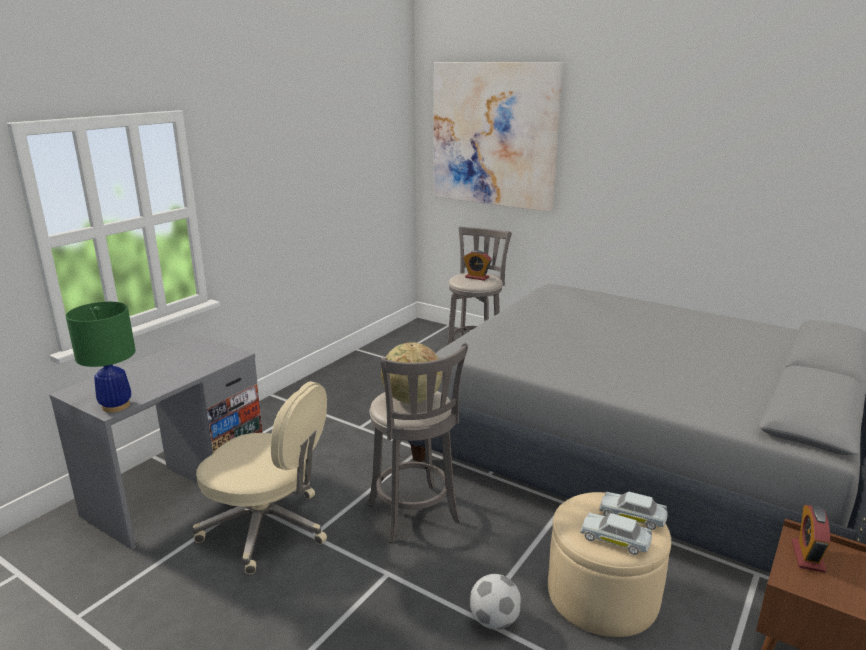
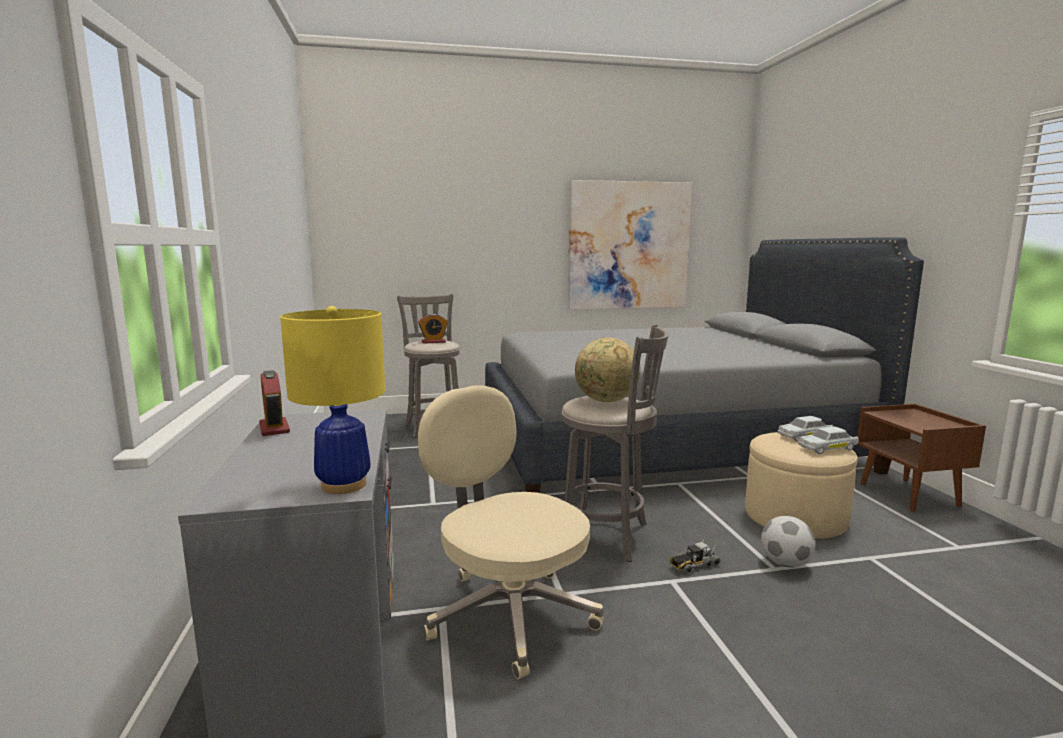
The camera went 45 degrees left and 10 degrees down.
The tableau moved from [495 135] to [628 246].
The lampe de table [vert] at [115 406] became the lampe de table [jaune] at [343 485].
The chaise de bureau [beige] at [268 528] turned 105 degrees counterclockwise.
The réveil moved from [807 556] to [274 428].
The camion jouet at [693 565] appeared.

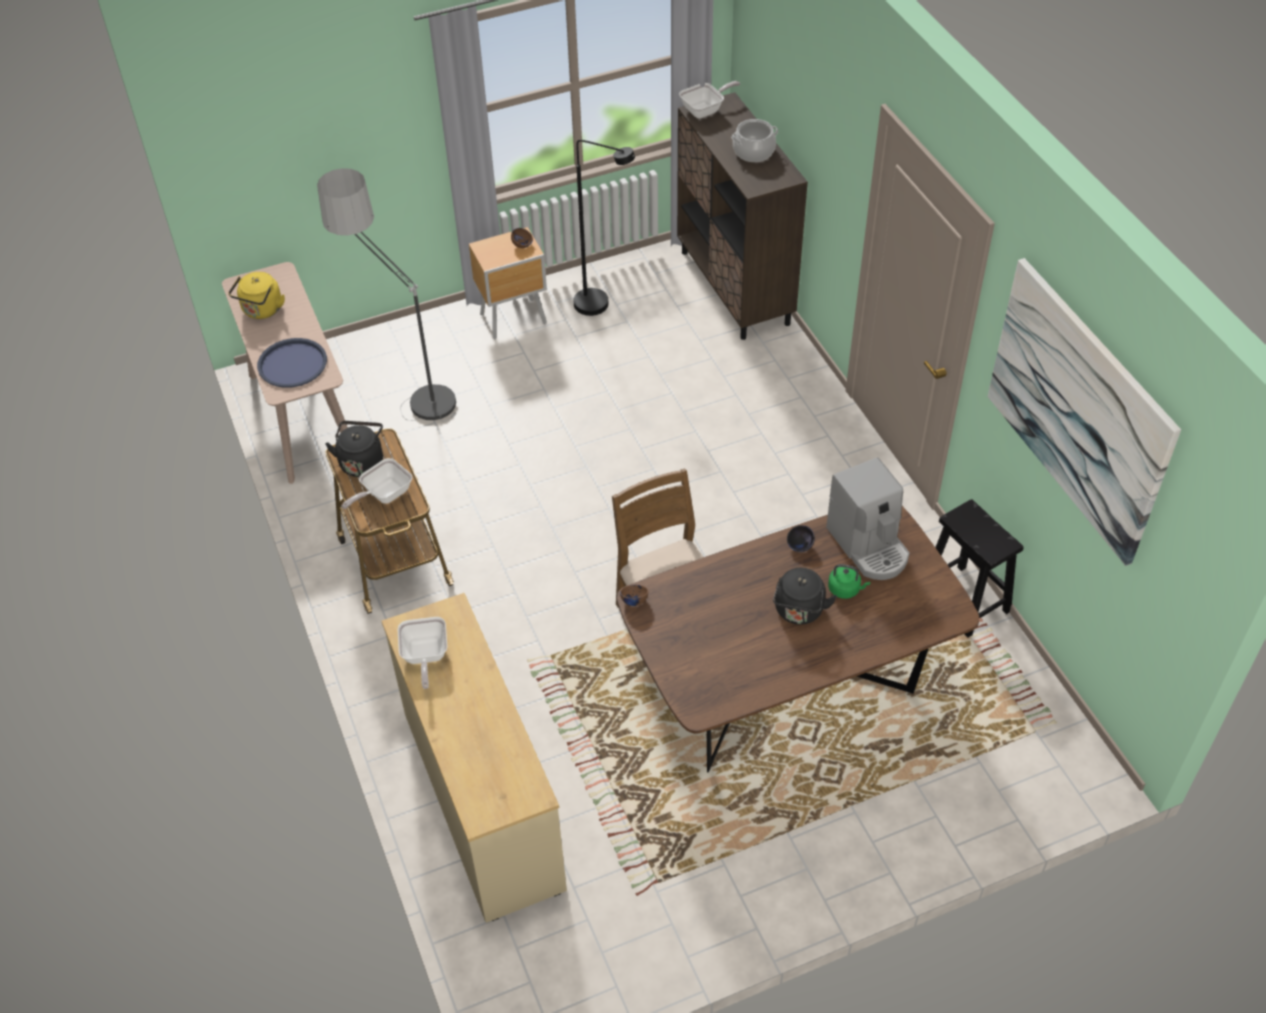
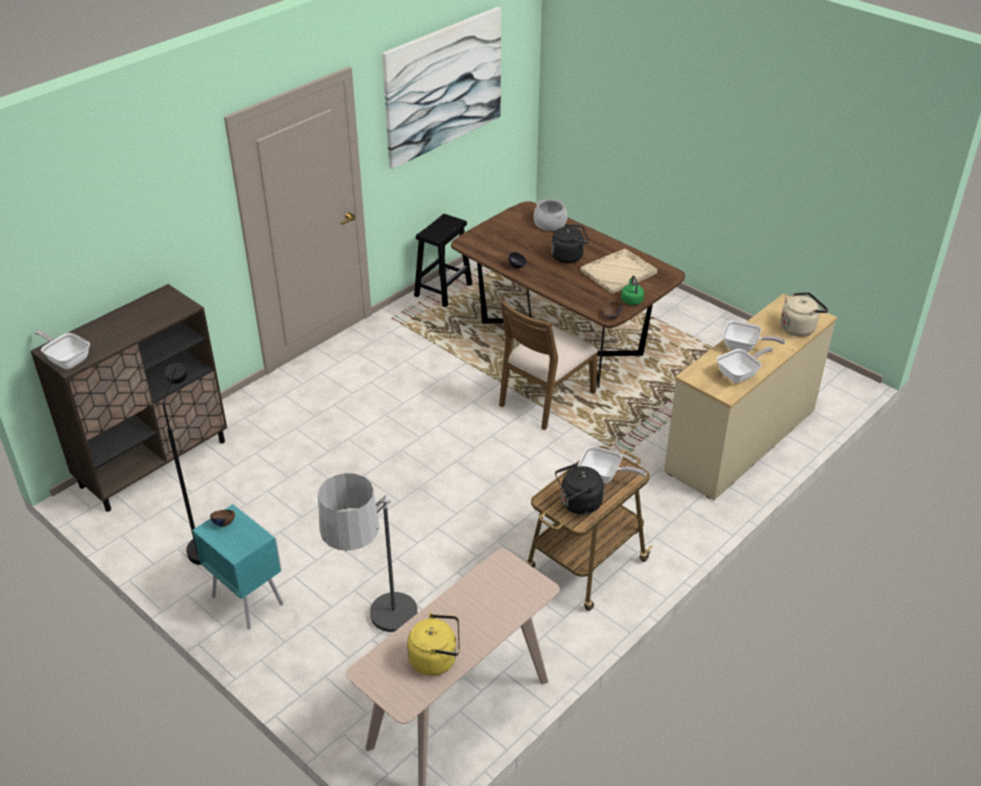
The camera went 115 degrees left and 10 degrees down.
The marmite moved from [753 151] to [549 224].
The table de chevet [marron] at [515 319] became the table de chevet [turquoise] at [247 599].
The plateau [bleu] at [292 364] disappeared.
The machine à café at [869 546] disappeared.
The bouilloire [vert] moved from [845 589] to [631 300].
The plateau [beige] at [619 272] appeared.
The bouilloire [beige] at [799 327] appeared.
The poêle at [744 347] appeared.

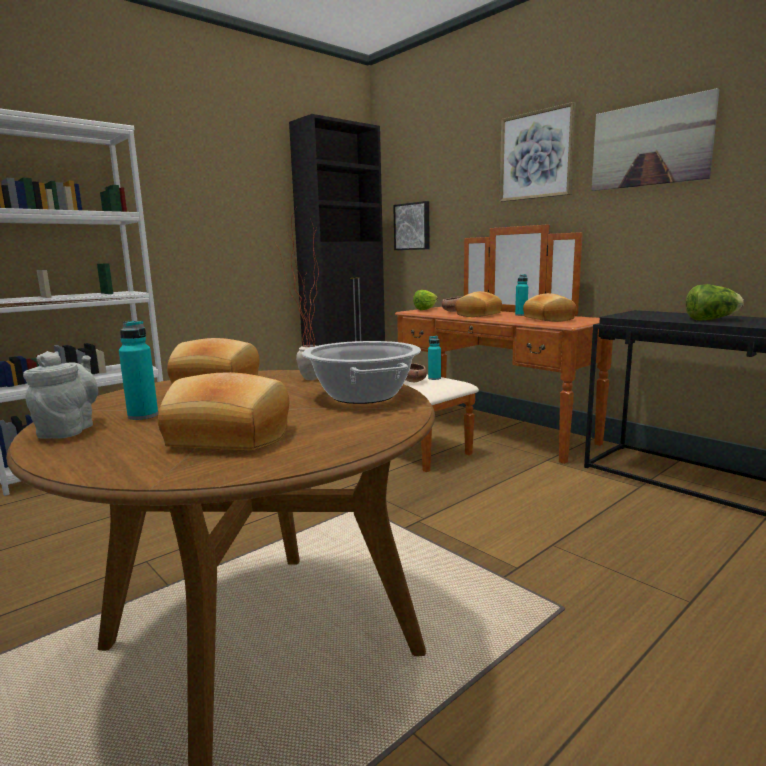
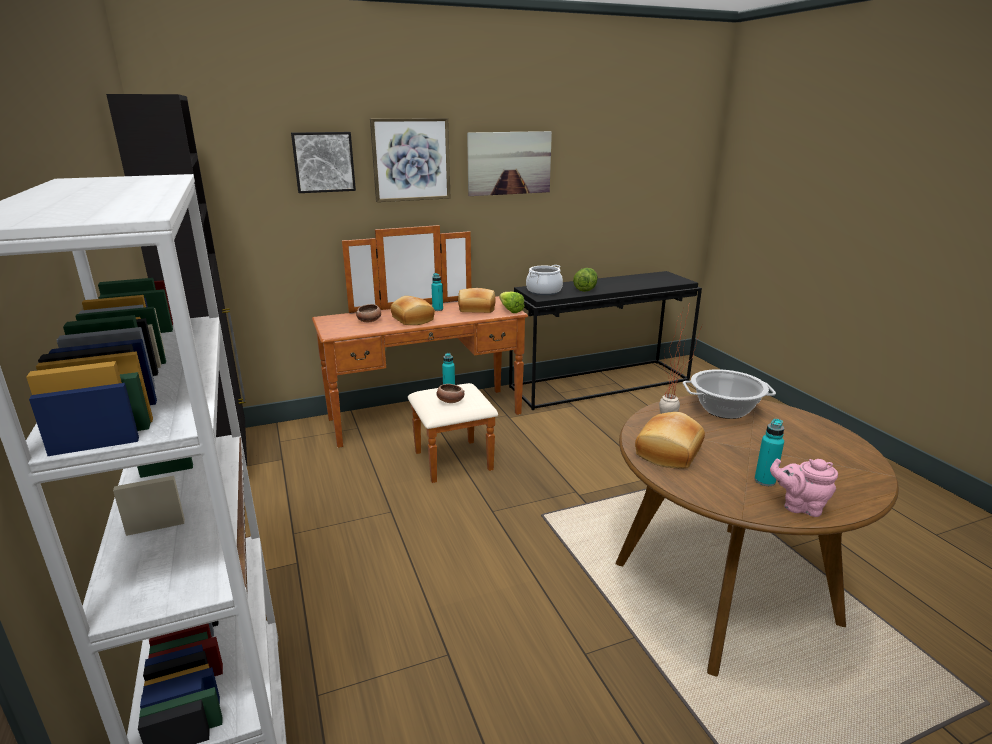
The camera went 70 degrees left and 10 degrees up.
The tableau moved from [413 226] to [323 162].
The laitue moved from [428 309] to [509 310].
The théière [gris] at [69 430] became the théière [rose] at [799 506].
The pain at [228 438] disappeared.
The marmite at [544 291] appeared.

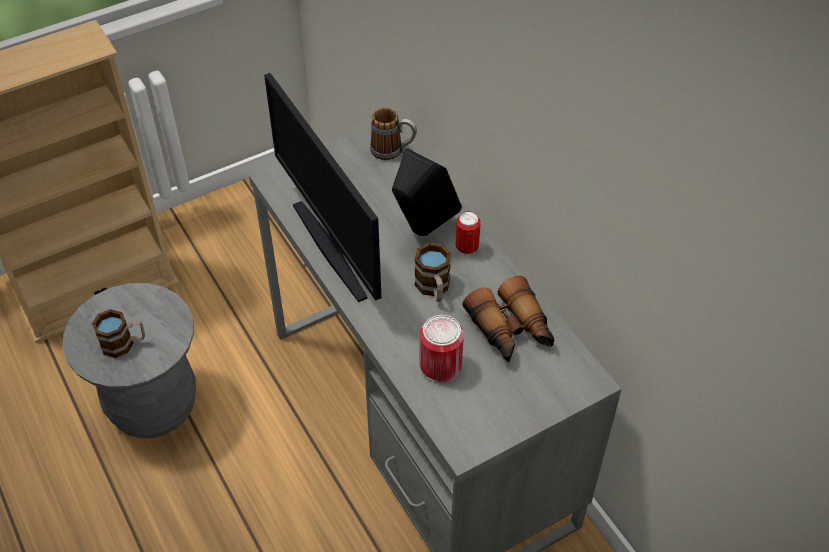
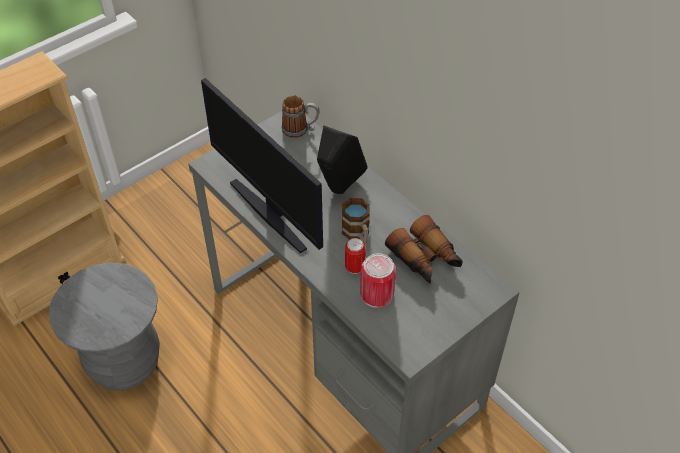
The camera went 10 degrees left and 0 degrees up.
The boîte métallique moved from [467 248] to [354 267].
The mug at [124 344] disappeared.

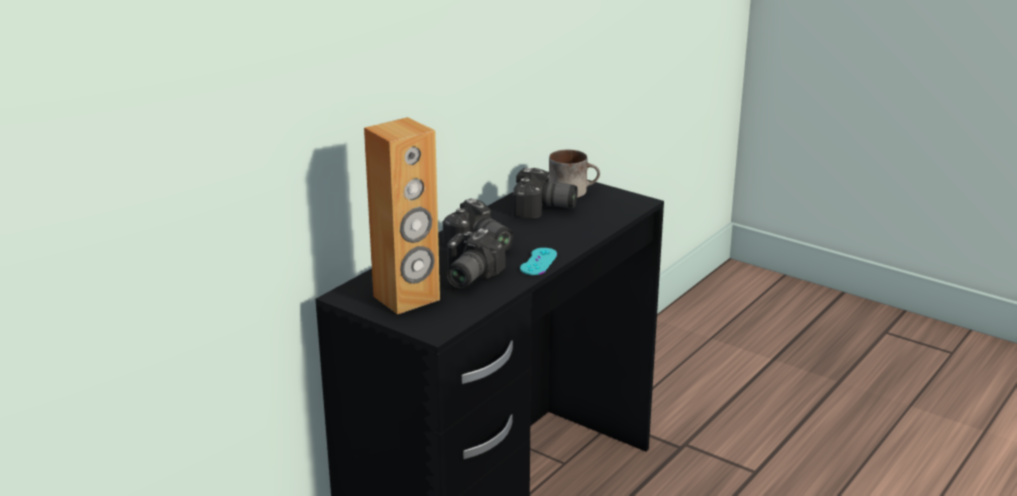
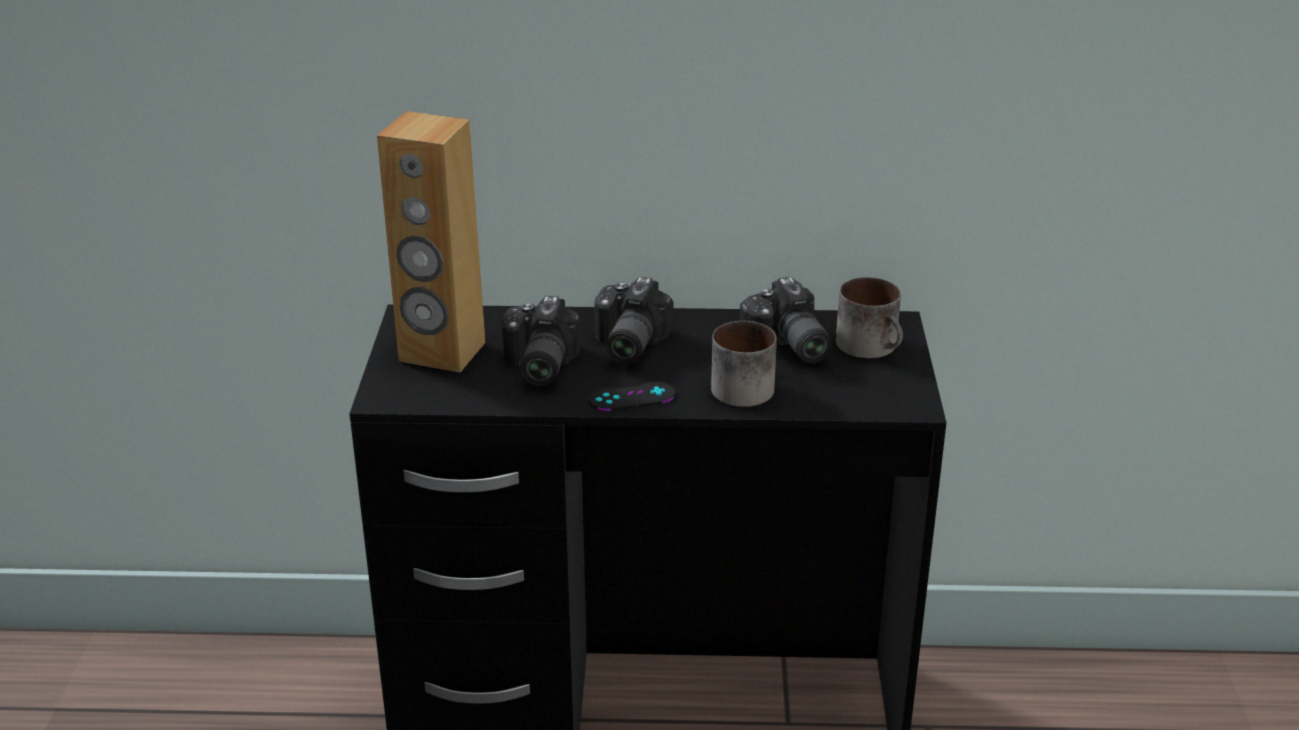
The camera went 55 degrees right and 5 degrees up.
The appareil photo at [466 276] turned 75 degrees counterclockwise.
The manette [turquoise] at [538 262] became the manette [noir] at [632 397].
The mug at [742 385] appeared.

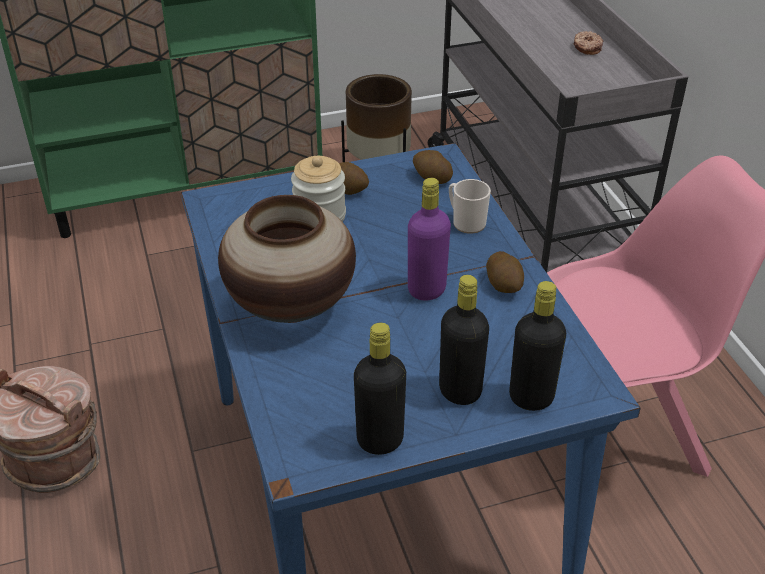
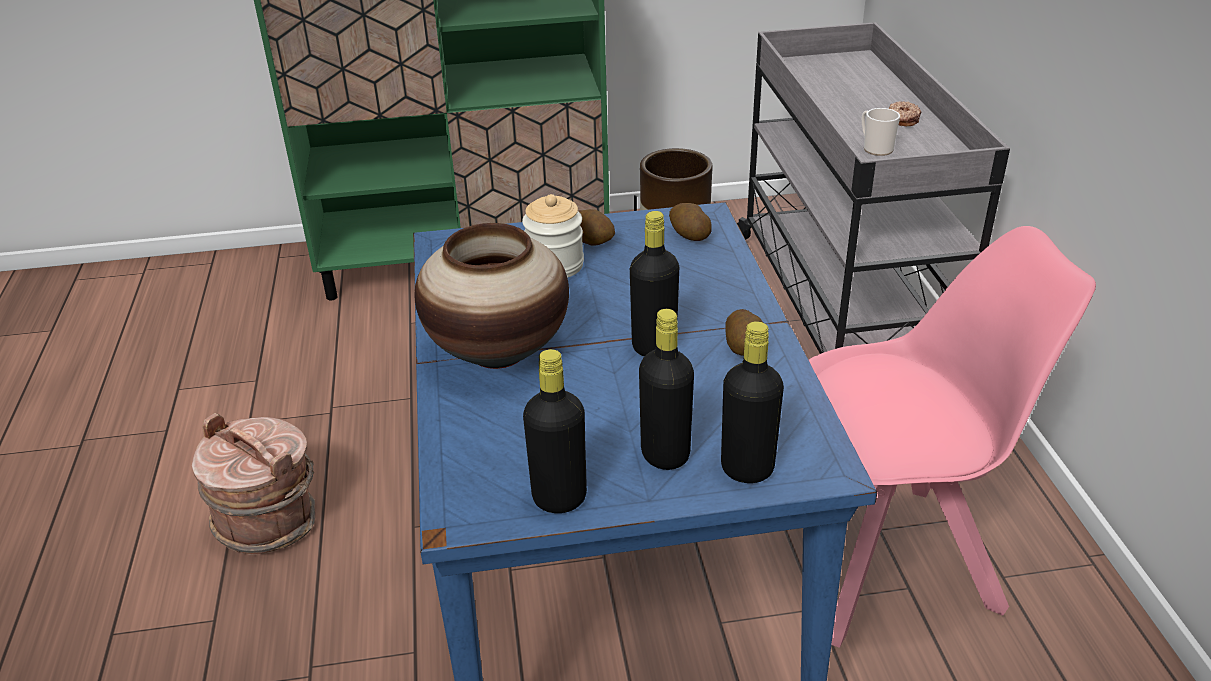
The camera went 10 degrees right and 5 degrees down.
The bouteille [violet] at [426 290] became the bouteille [noir] at [654 346].
The mug moved from [466 222] to [875 148].

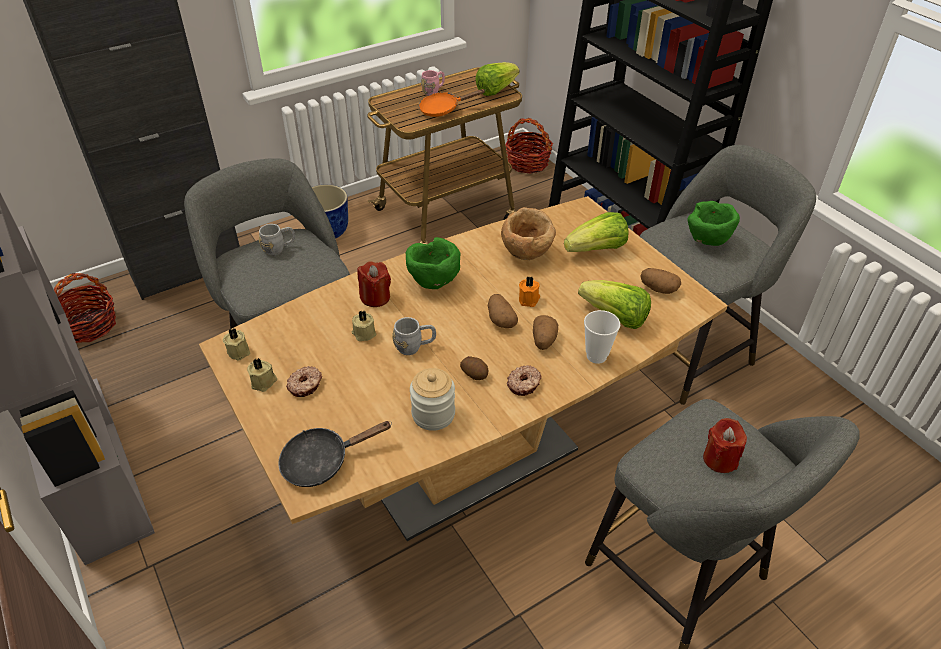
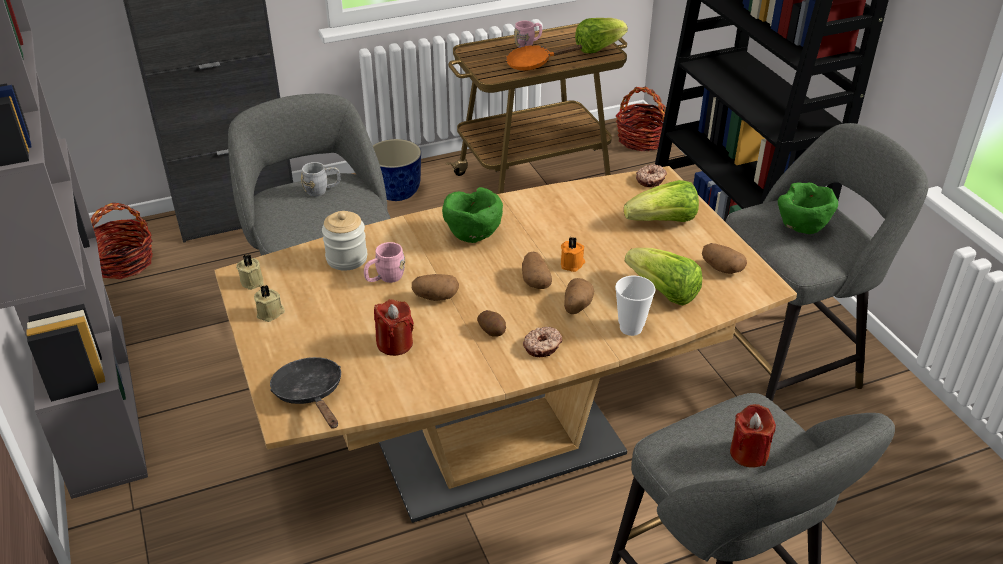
The camera went 10 degrees right and 5 degrees down.
The bol [marron] at [527 254] disappeared.
The bougie [rouge] moved from [375 297] to [395 343].
The bougie [beige] at [363 333] was replaced by the mug [rose] at [385 278].
The mug [gris] at [415 347] was replaced by the pomme de terre at [435 297].
The beignet moved from [305 385] to [651 180].
The bocal moved from [433 414] to [346 258].
The poêle [noir] at [322 461] turned 75 degrees clockwise.

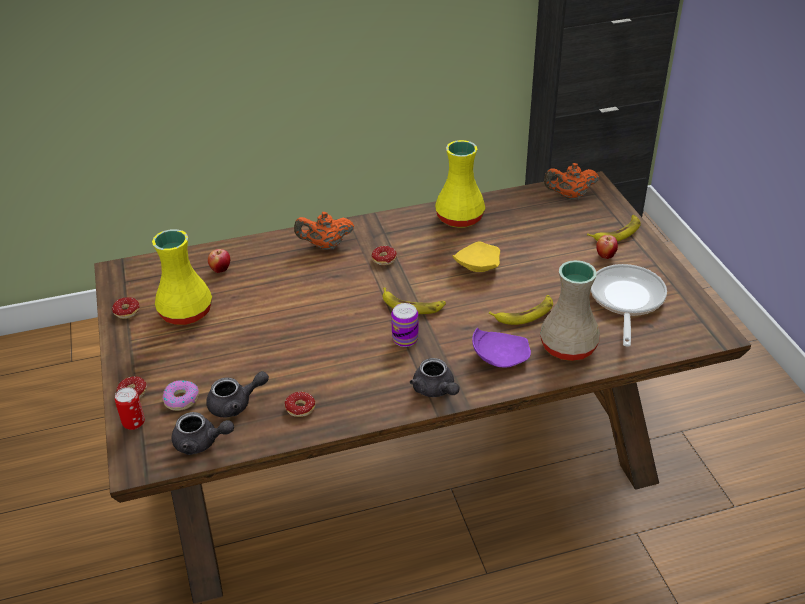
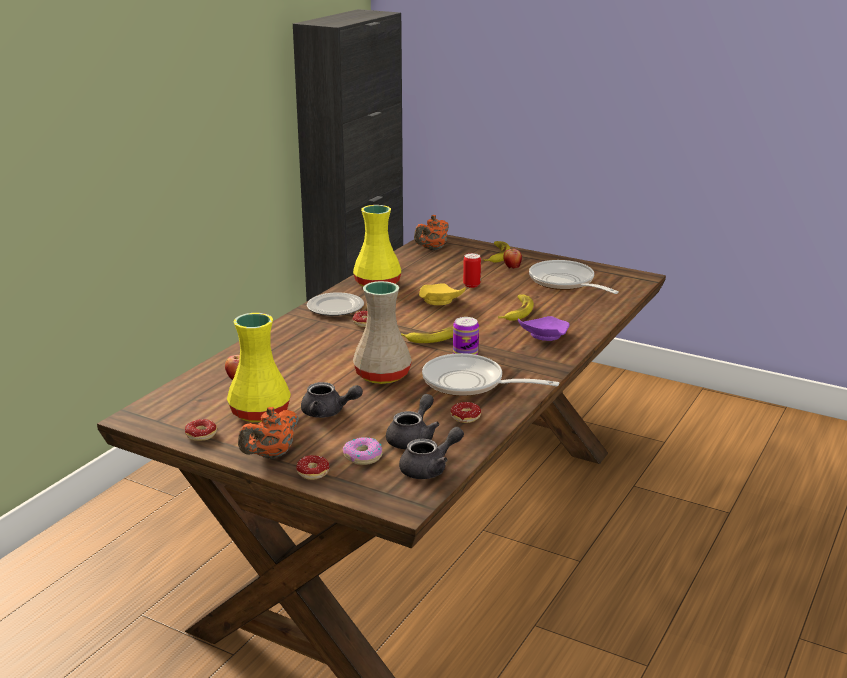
The camera went 45 degrees left and 15 degrees down.
The théière [orange] moved from [325 246] to [271 455].
The vase [beige] moved from [568 346] to [382 375].
The théière [gris] moved from [435 390] to [328 412].
The boîte métallique moved from [134 423] to [471 285].
The assiette at [335 307] appeared.
The poêle at [469 383] appeared.

